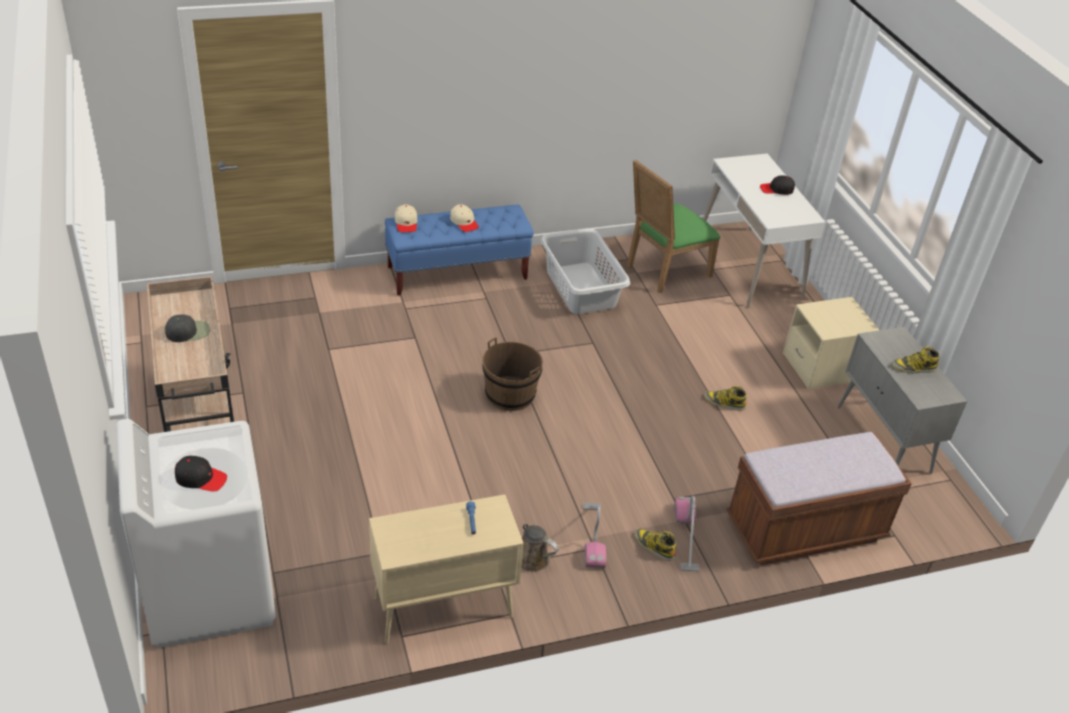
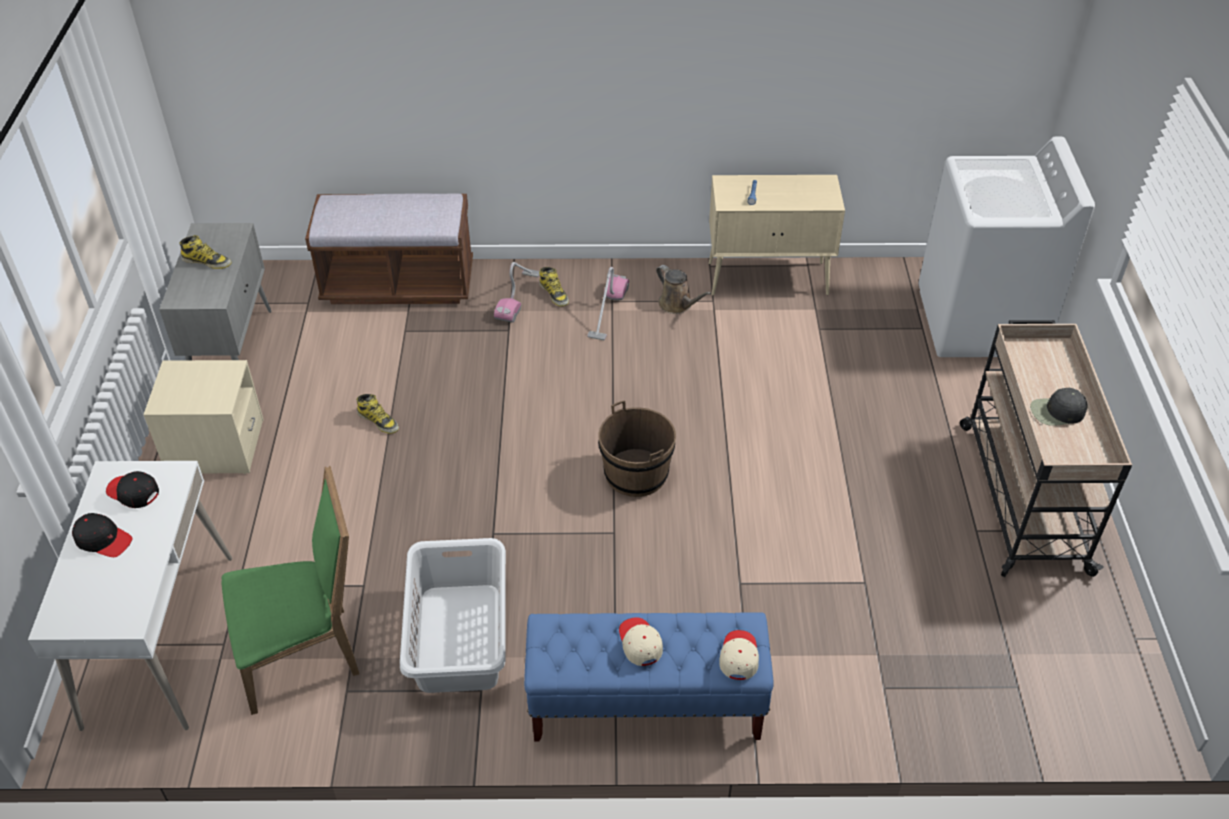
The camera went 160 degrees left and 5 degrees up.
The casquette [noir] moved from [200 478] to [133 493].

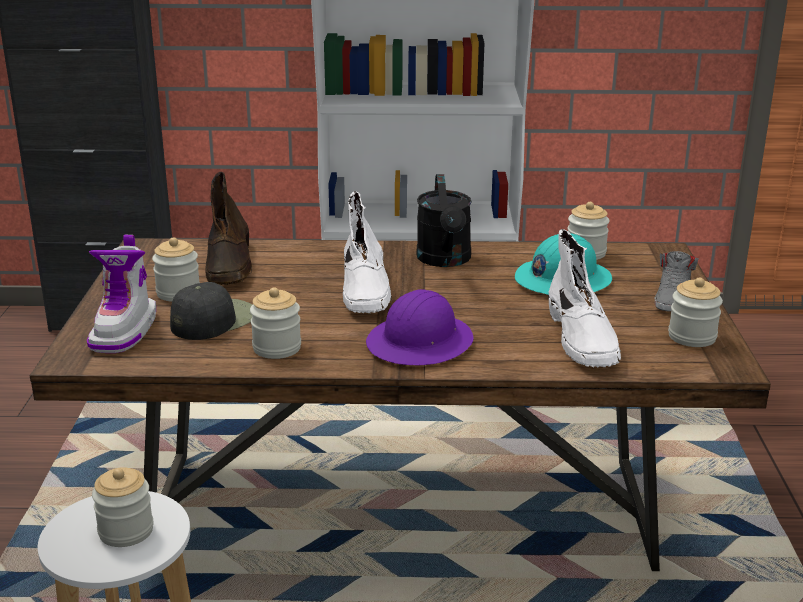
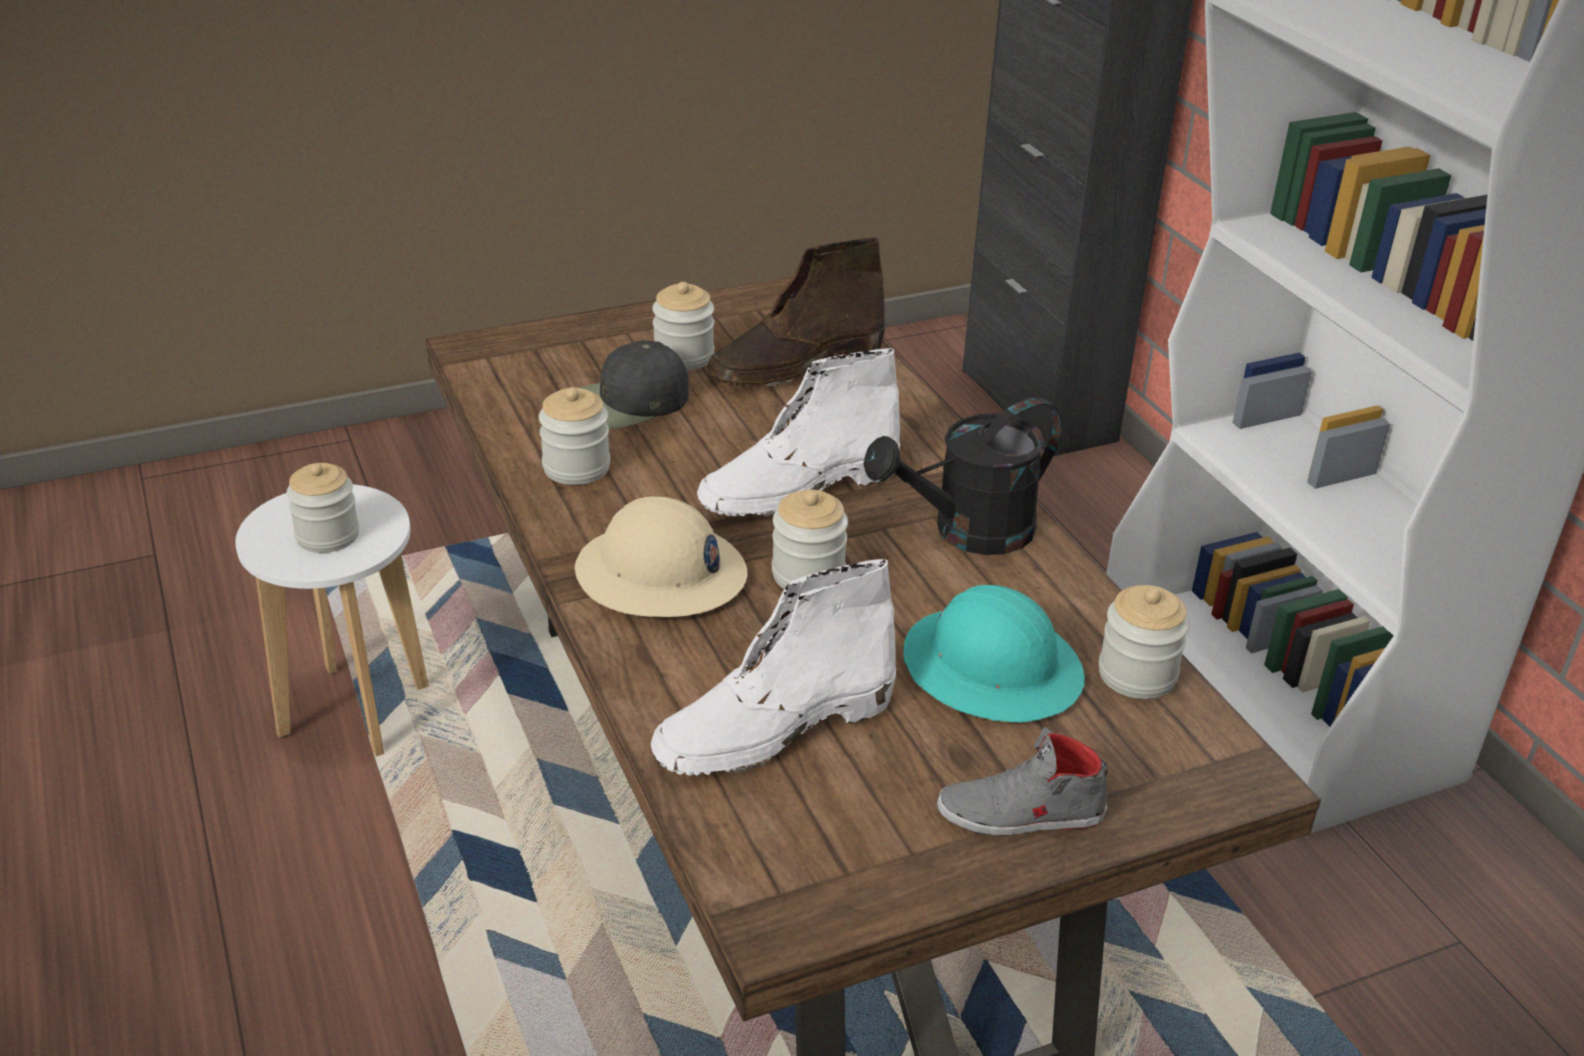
The camera went 65 degrees right and 10 degrees up.
The botte at [125 331] disappeared.
The bocal moved from [692 337] to [808 575].
The casquette [noir] at [214 320] turned 135 degrees clockwise.
The casque de chantier [violet] at [420 343] became the casque de chantier [beige] at [661 575].

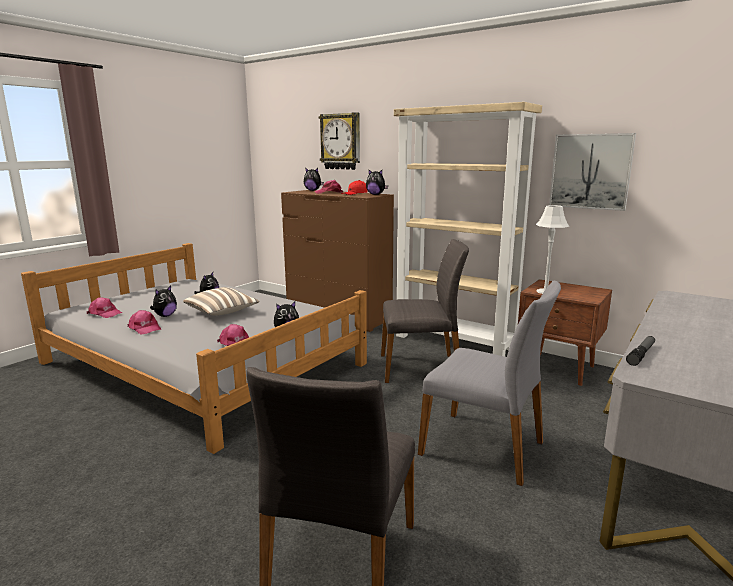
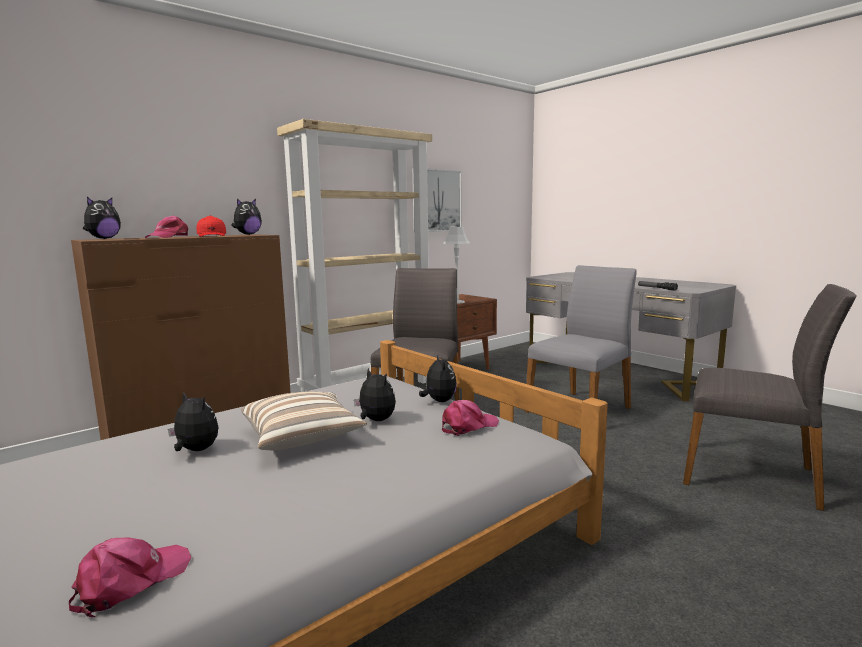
The camera went 75 degrees left and 5 degrees down.
The horloge murale at [341 141] disappeared.
The peluche moved from [165 315] to [375 420].
The casquette [rose] at [144 328] disappeared.

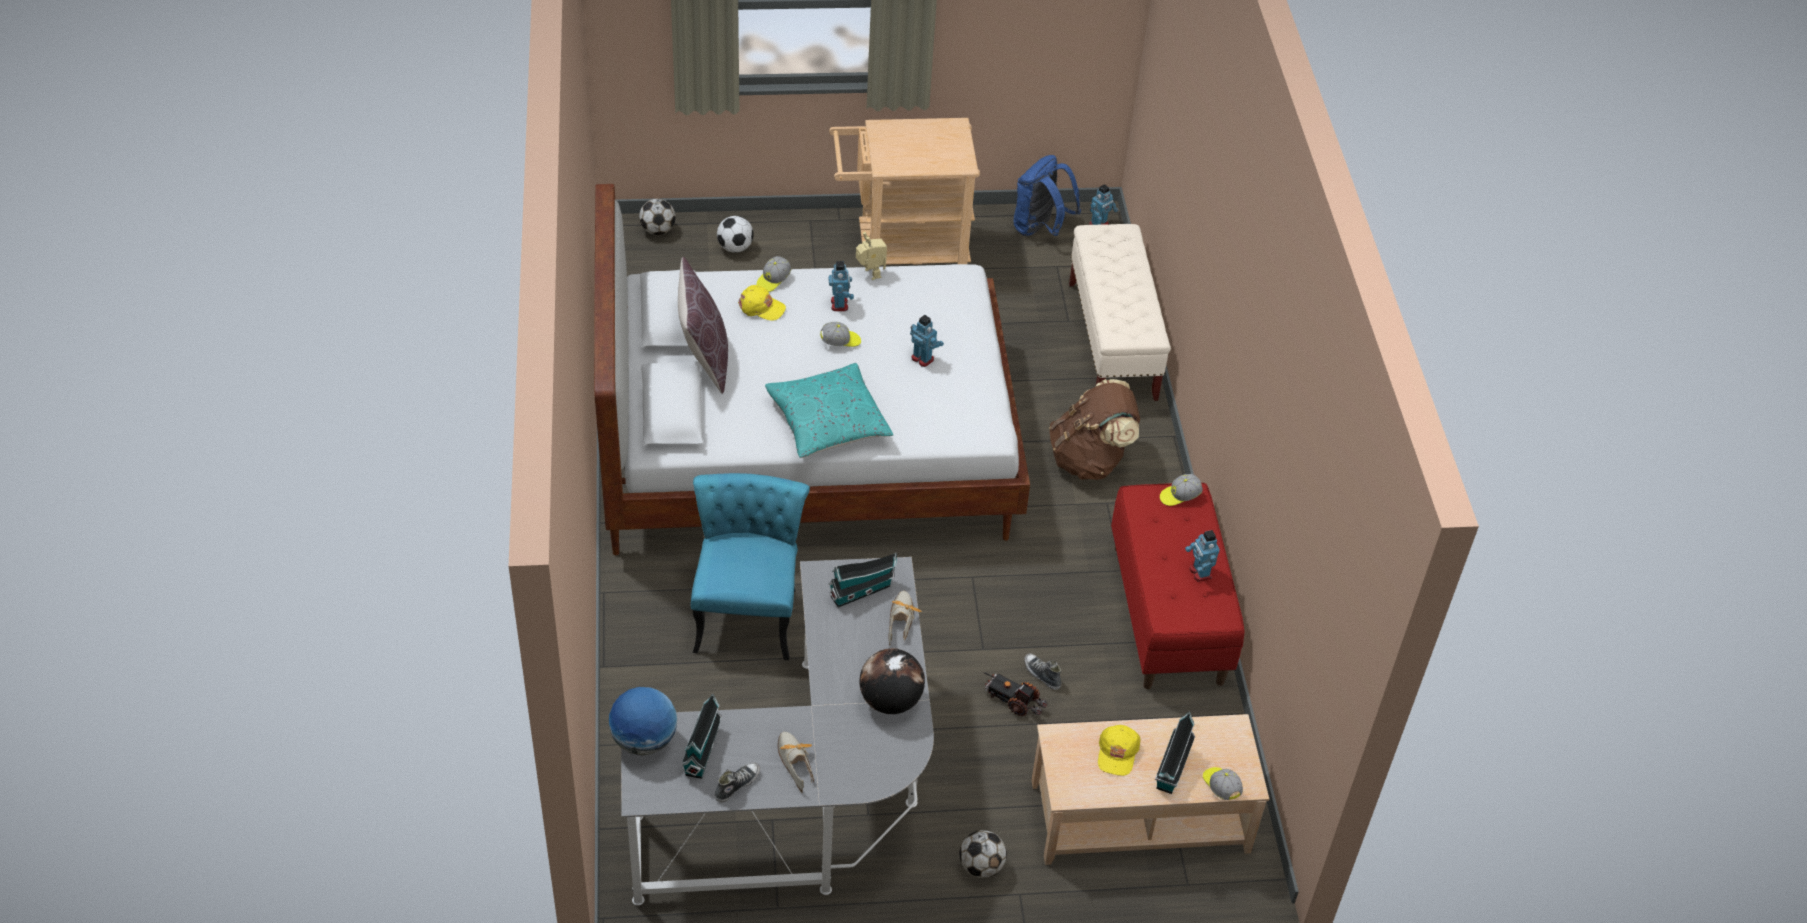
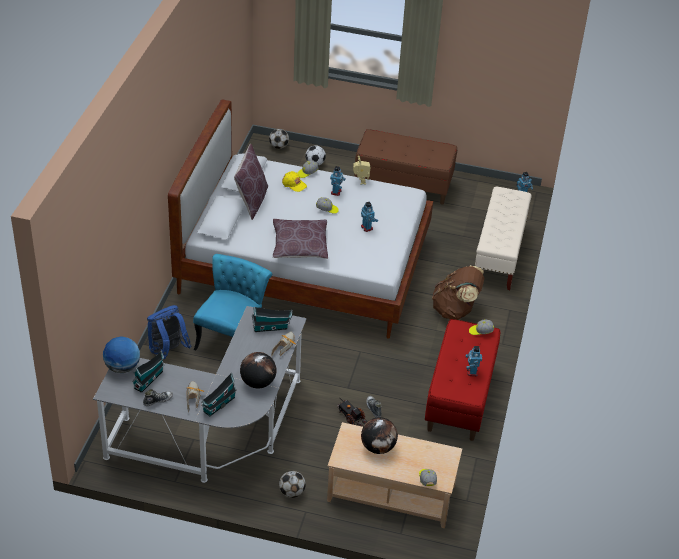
The camera went 20 degrees right and 5 degrees down.
The chariot [beige] at [901 251] was replaced by the banc [marron] at [403 184].
The sac à dos [bleu] moved from [1040 229] to [167 351].
The coussin [turquoise] at [828 422] became the coussin [marron] at [300 246].
The maison miniature moved from [1172 769] to [218 405].
The casquette [jaune] at [1117 753] was replaced by the globe at [378 447].

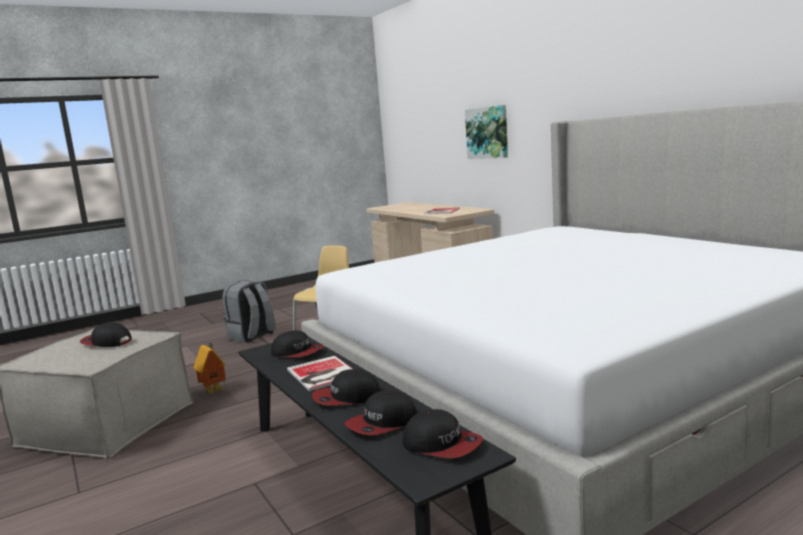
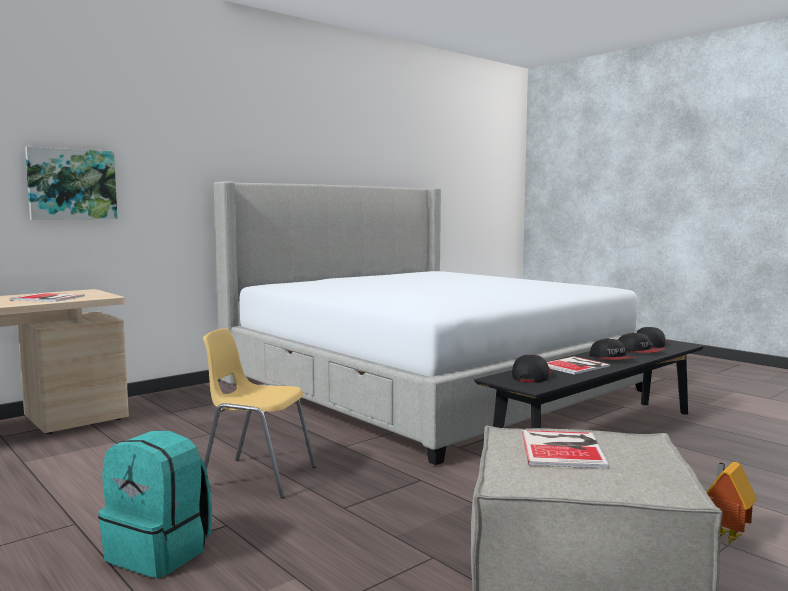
The camera went 100 degrees left and 5 degrees down.
The sac à dos [gris] at [252 336] became the sac à dos [turquoise] at [160 552].
The casquette at [106 342] was replaced by the livre at [564 448].
The maison miniature moved from [214 390] to [724 537].

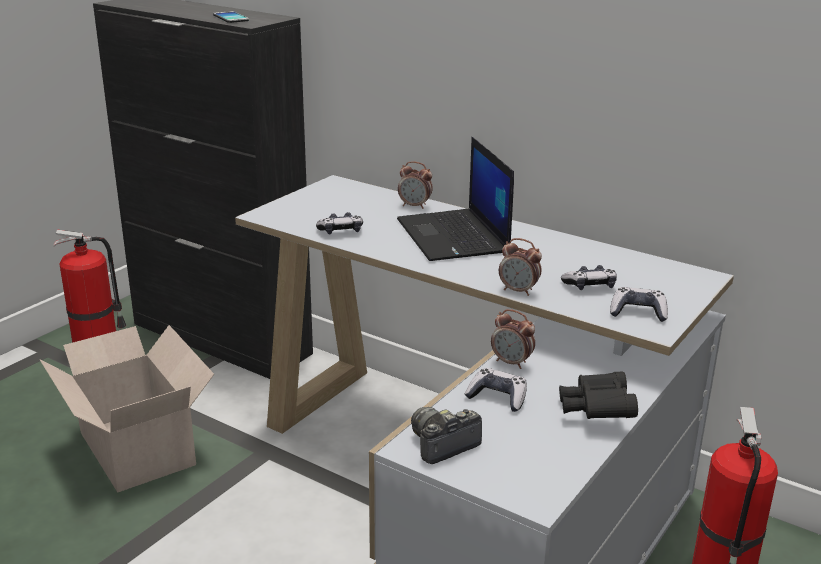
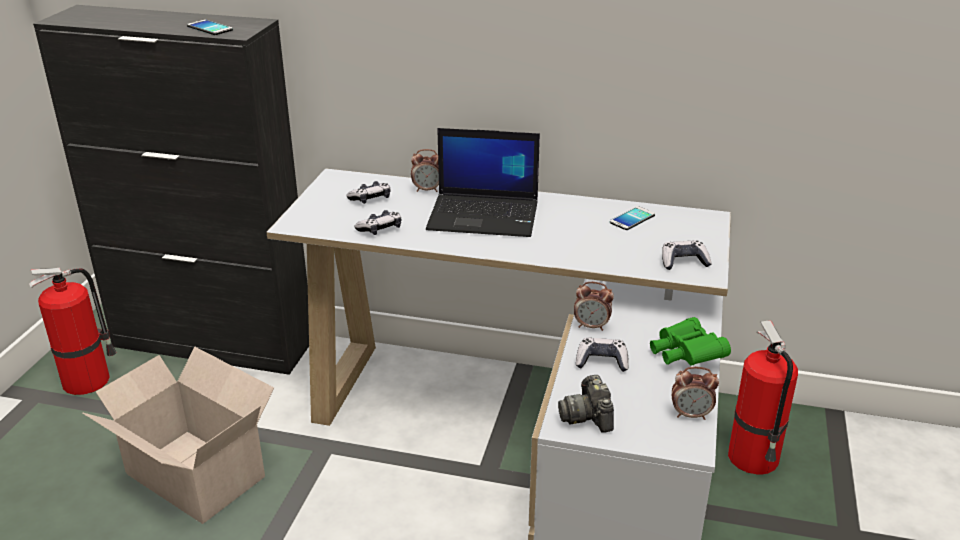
The camera went 20 degrees left and 5 degrees up.
The ordinateur portable at [454 236] turned 45 degrees counterclockwise.
The réveil moved from [518 291] to [691 415].
The manette moved from [590 286] to [370 199].
The jumelles [noir] at [596 411] became the jumelles [vert] at [685 356].
The appareil photo at [442 445] turned 45 degrees counterclockwise.
The téléphone at [632 219] appeared.

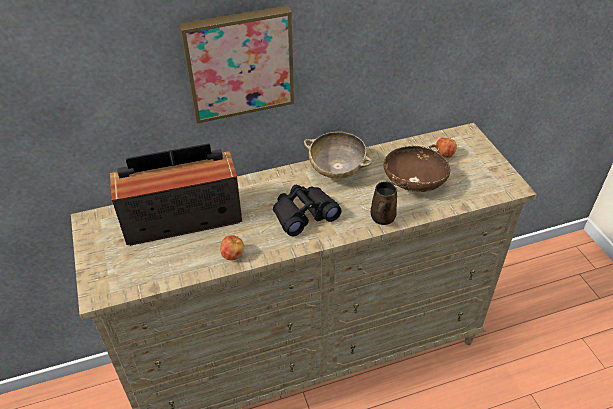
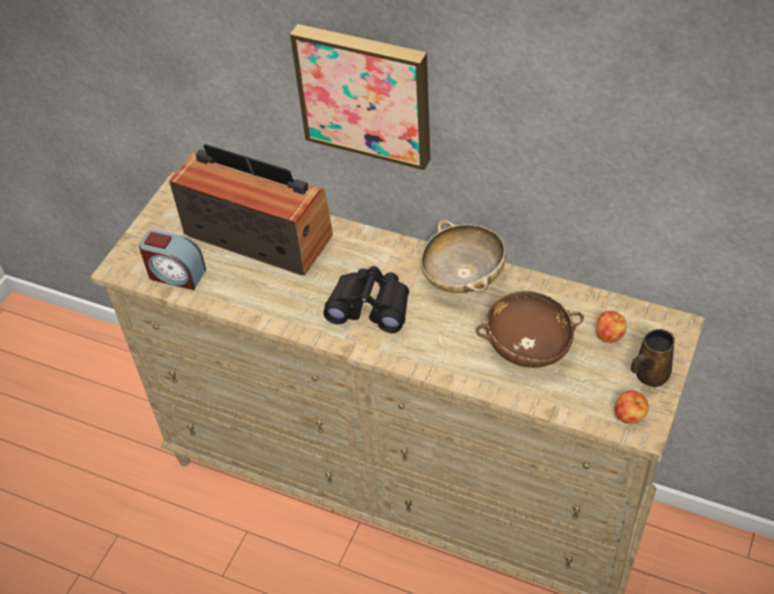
The camera went 45 degrees right and 5 degrees up.
The mug [marron] moved from [382 218] to [649 375].
The pomme moved from [233 255] to [629 416].
The réveil at [176 274] appeared.

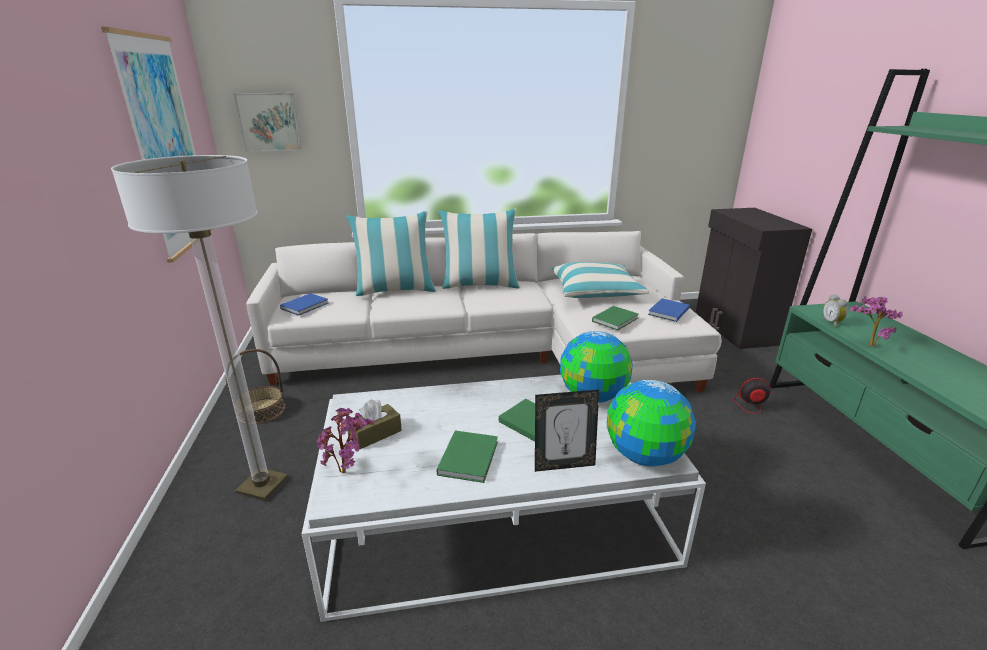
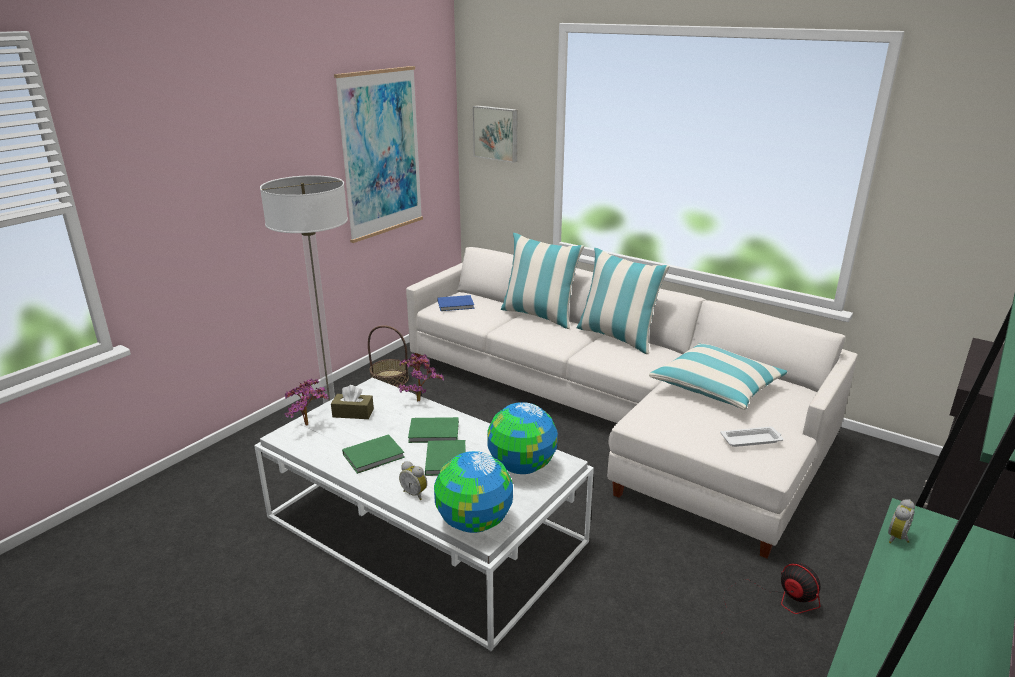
The camera went 45 degrees right and 0 degrees up.
The plante en pot moved from [867 344] to [419 399].
The livre [bleu] at [667 312] was replaced by the plateau [blanc] at [752 440].
The livre [vert] moved from [616 319] to [435 432].
The cadre photo at [563 465] was replaced by the réveil at [415 493].

